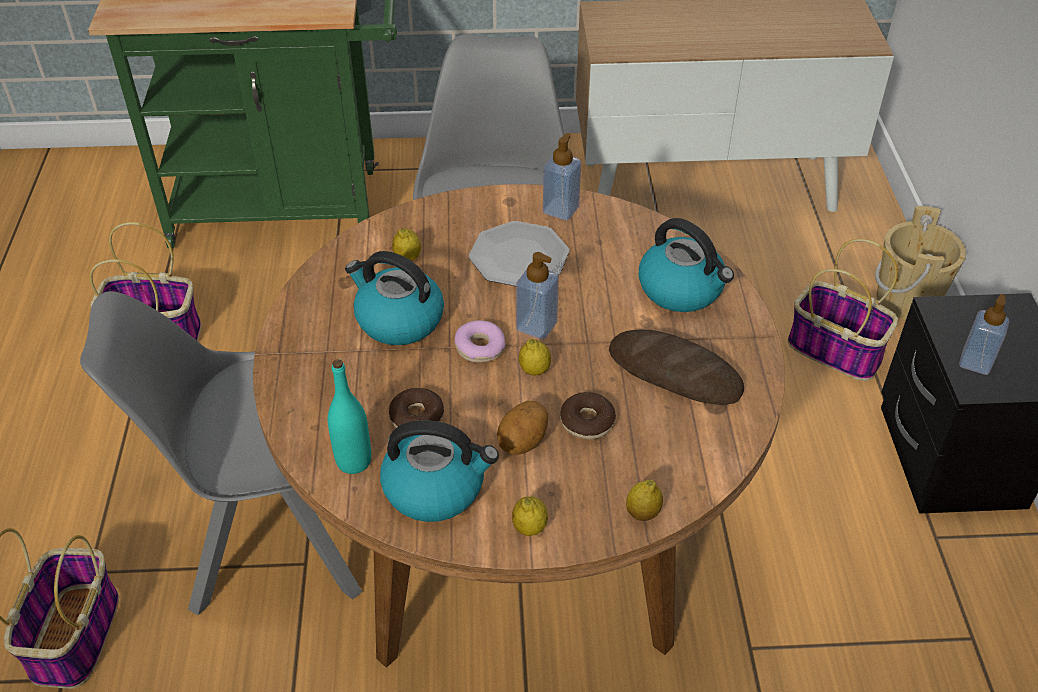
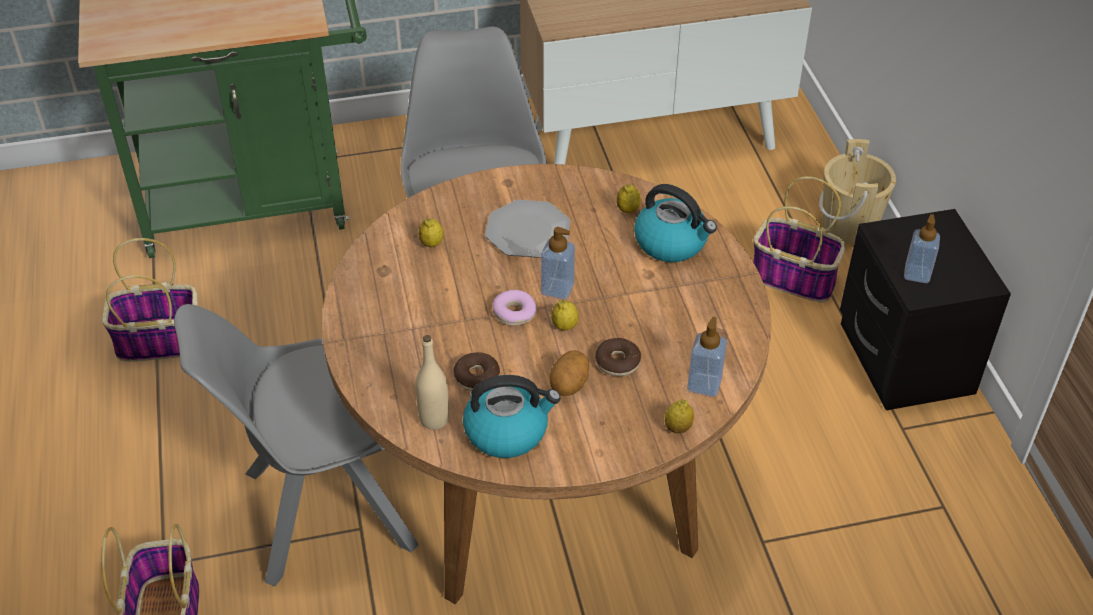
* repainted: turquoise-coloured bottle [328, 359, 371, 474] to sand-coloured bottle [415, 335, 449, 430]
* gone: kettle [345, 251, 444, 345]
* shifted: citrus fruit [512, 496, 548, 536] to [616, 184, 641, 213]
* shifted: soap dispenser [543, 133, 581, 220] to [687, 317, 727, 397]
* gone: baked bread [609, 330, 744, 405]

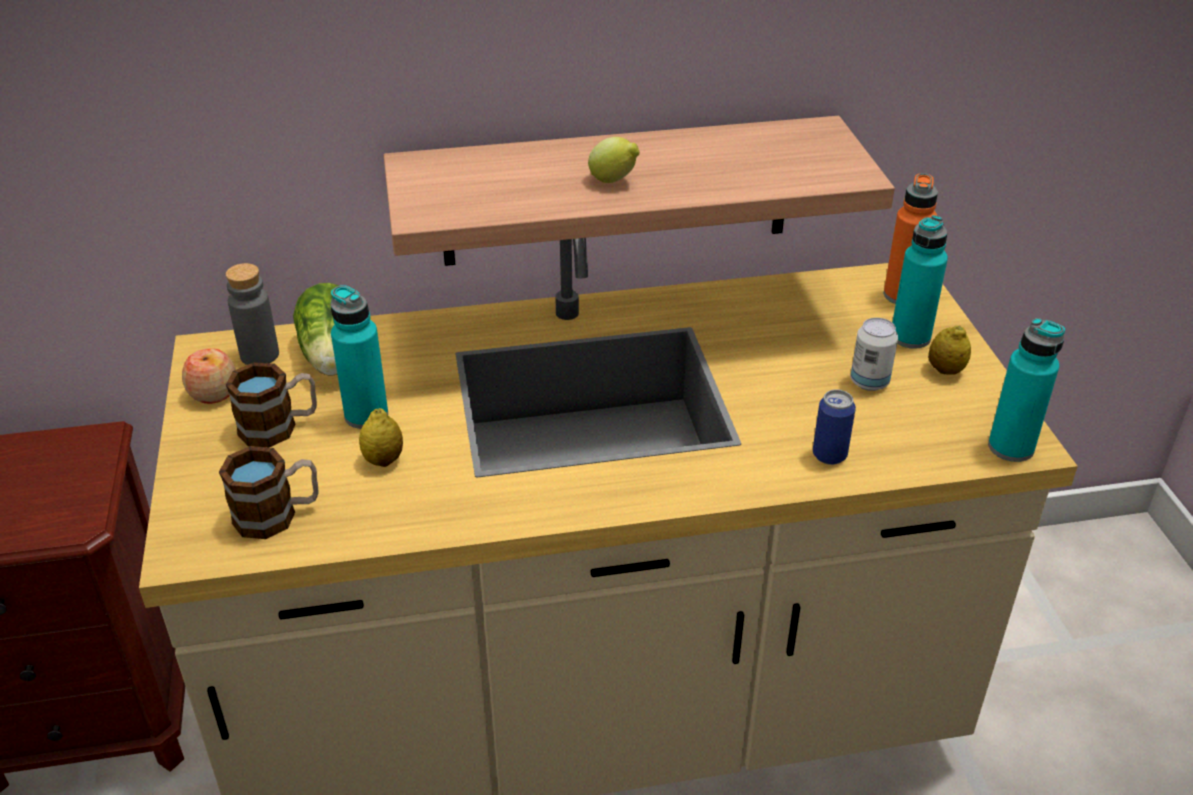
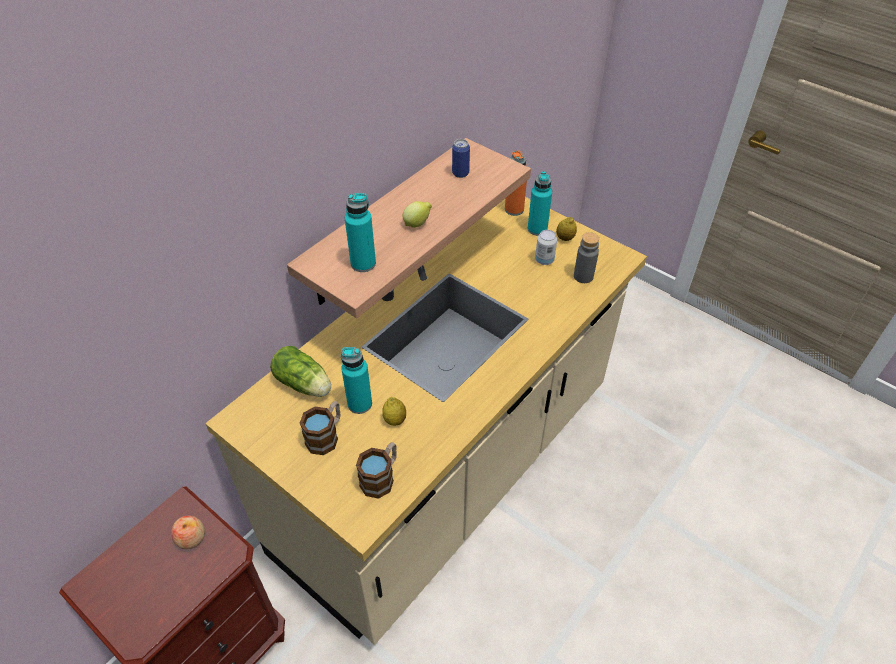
* shifted: apple [182, 348, 236, 404] to [171, 516, 205, 549]
* shifted: greyish bottle [226, 263, 279, 365] to [574, 232, 599, 283]
* shifted: metal can [813, 389, 856, 465] to [452, 139, 470, 178]
* shifted: turquoise-coloured bottle [988, 318, 1065, 462] to [345, 193, 376, 272]

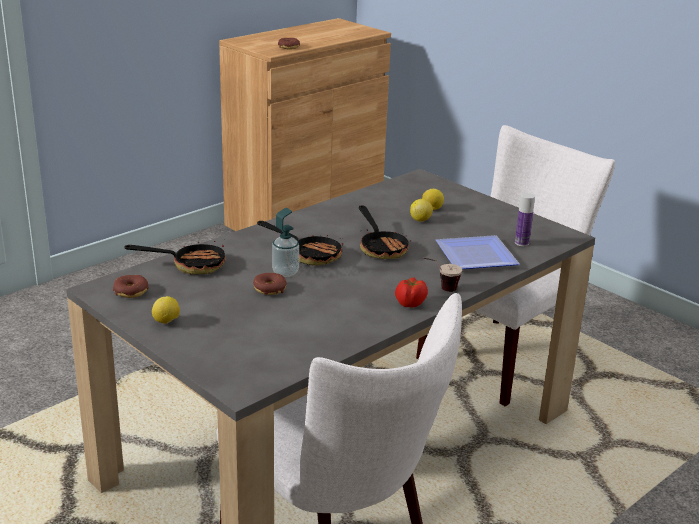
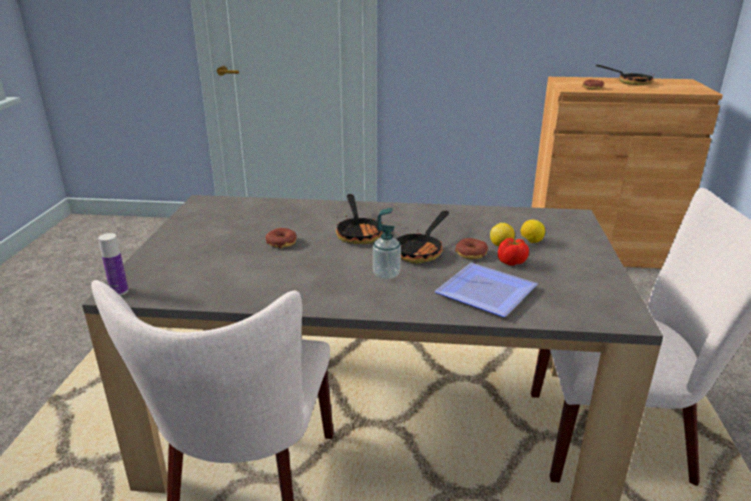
* shifted: donut [113, 275, 149, 298] to [455, 238, 488, 259]
* shifted: skillet [124, 241, 226, 275] to [596, 65, 654, 85]
* gone: citrus fruit [152, 296, 180, 324]
* shifted: soap dispenser [272, 208, 299, 277] to [373, 208, 401, 279]
* shifted: whole tomato [395, 278, 428, 308] to [498, 238, 529, 266]
* gone: drinking cup [423, 257, 462, 292]
* shifted: bottle [515, 193, 535, 246] to [98, 233, 128, 295]

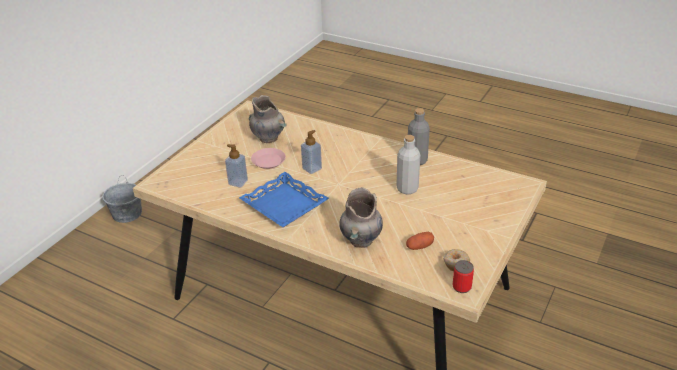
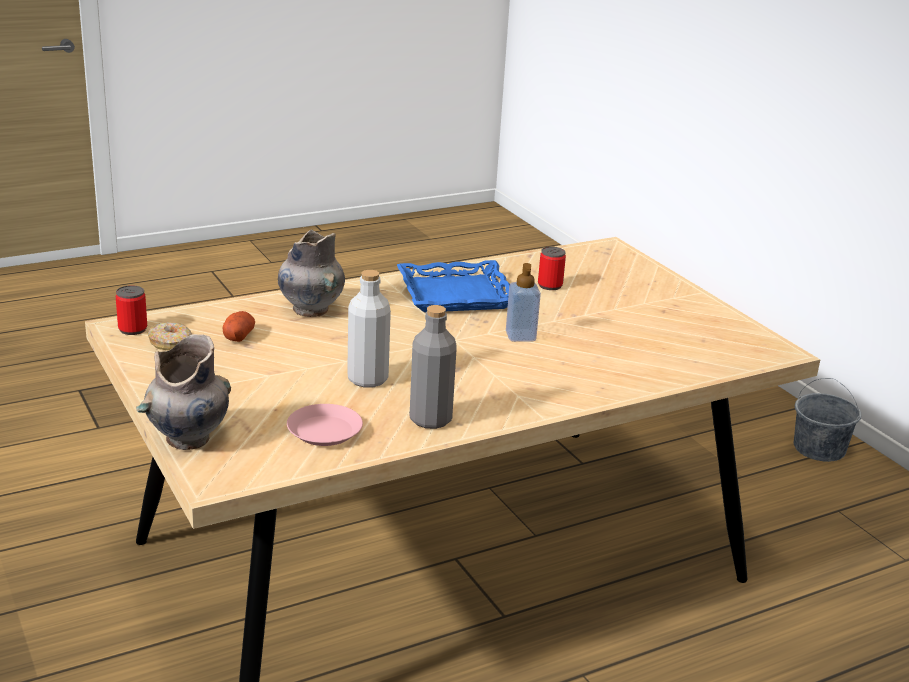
* swapped: soap dispenser [225, 144, 248, 187] to metal can [538, 247, 566, 290]
* shifted: greyish vase [249, 95, 287, 143] to [136, 334, 231, 450]
* shifted: pinkish flat dish [251, 148, 286, 169] to [287, 404, 363, 446]

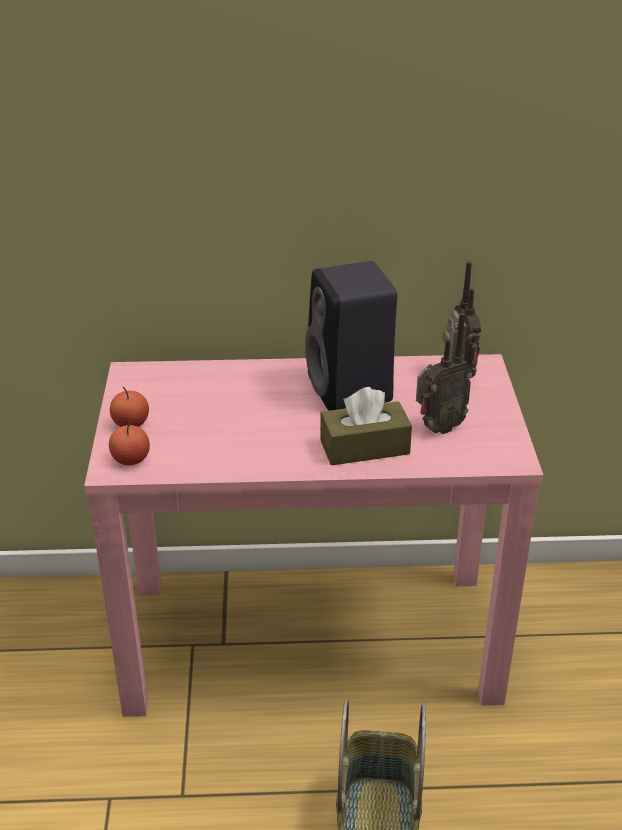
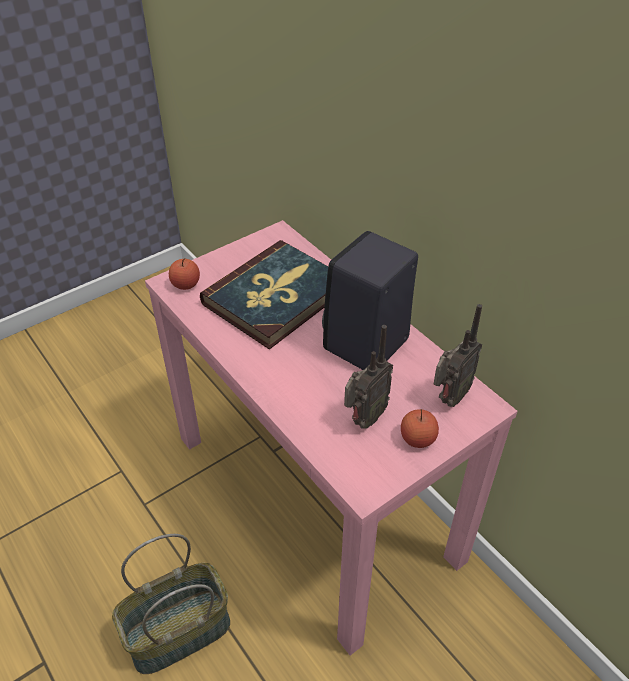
* shifted: apple [110, 387, 149, 427] to [401, 409, 439, 448]
* gone: brownish tissue holder [320, 387, 412, 466]
* rotated: radio set [416, 313, 472, 434] = [344, 325, 393, 429] 75 degrees counterclockwise
* new: volume [200, 240, 328, 349]

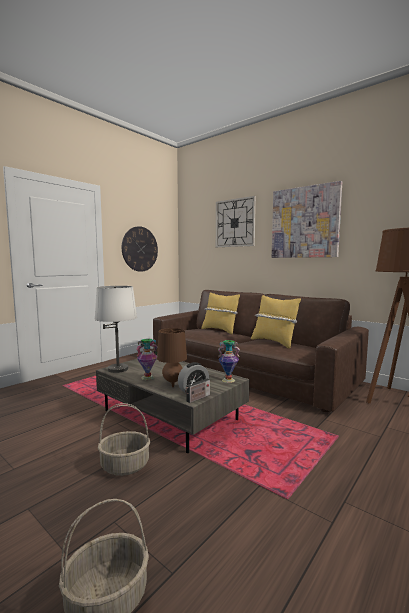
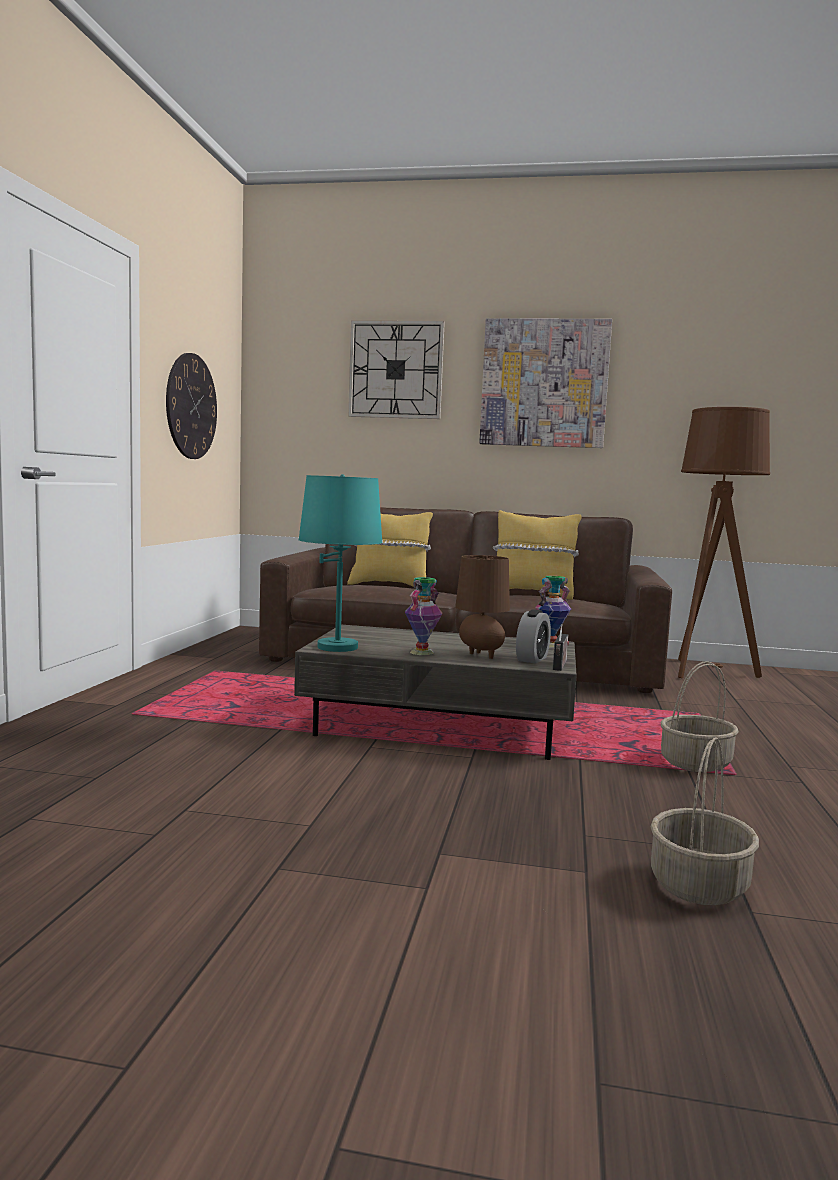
* repainted: whitish table lamp [95, 286, 137, 373] to turquoise-coloured table lamp [299, 474, 383, 652]
* shifted: storage basket [98, 403, 150, 476] to [661, 661, 739, 772]

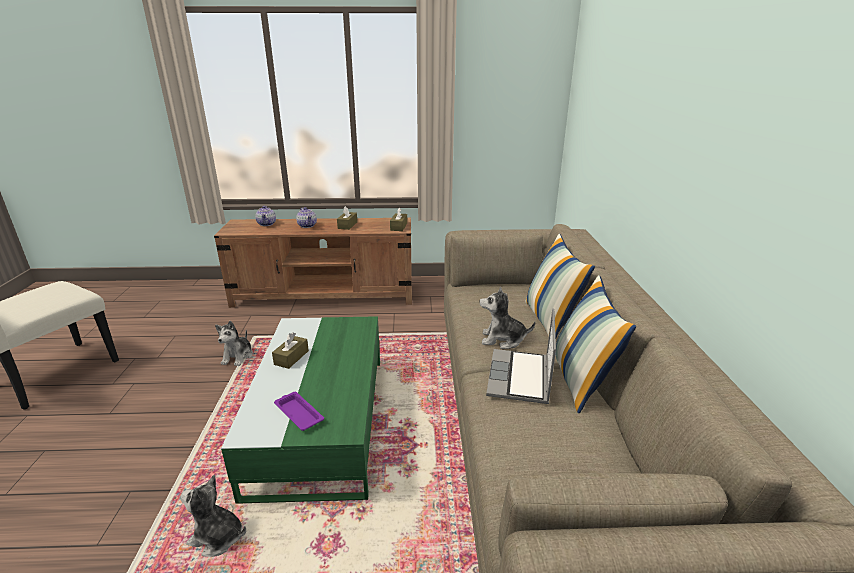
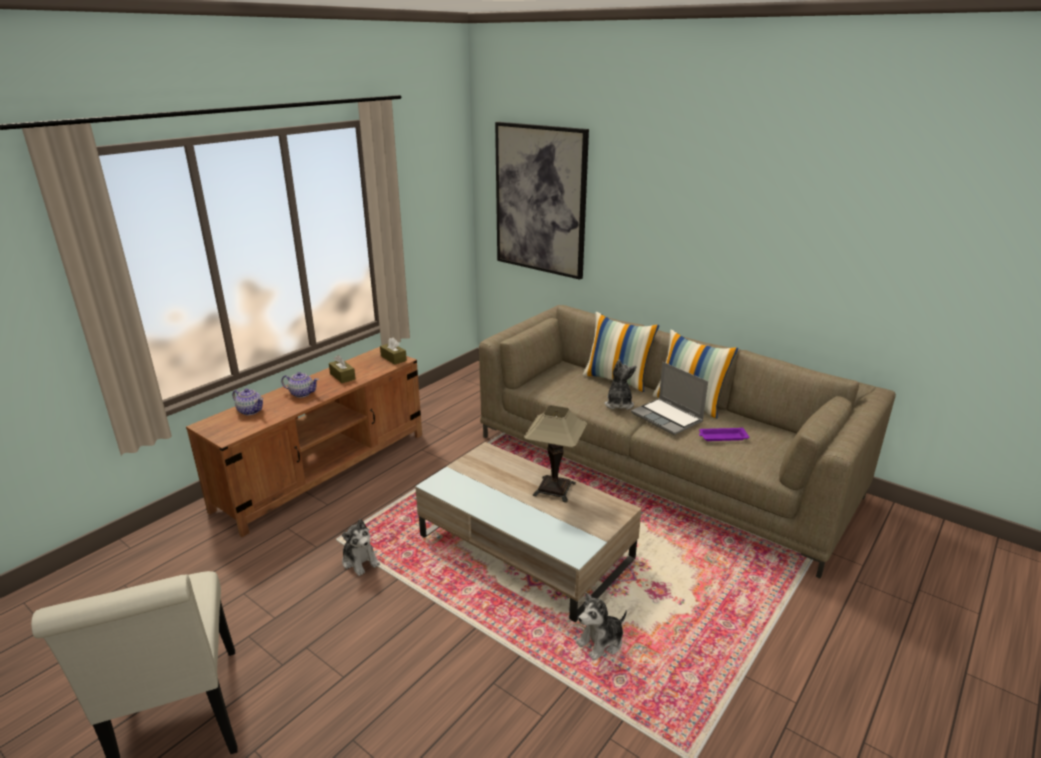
* repainted: greenish low table [221, 316, 380, 504] to sand-coloured low table [415, 442, 642, 622]
* gone: brownish tissue holder [272, 332, 309, 369]
* shifted: purple tray [274, 392, 324, 431] to [699, 427, 749, 441]
* rotated: soft toy [479, 287, 535, 349] = [604, 360, 637, 410] 135 degrees clockwise
* new: wall picture [495, 122, 589, 280]
* new: table lamp [524, 405, 587, 503]

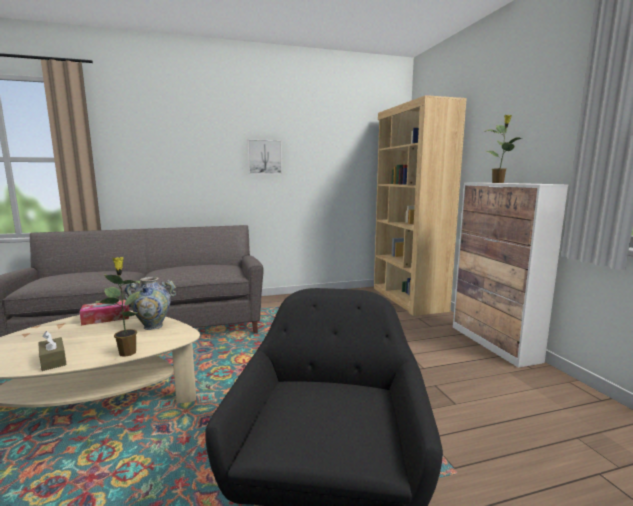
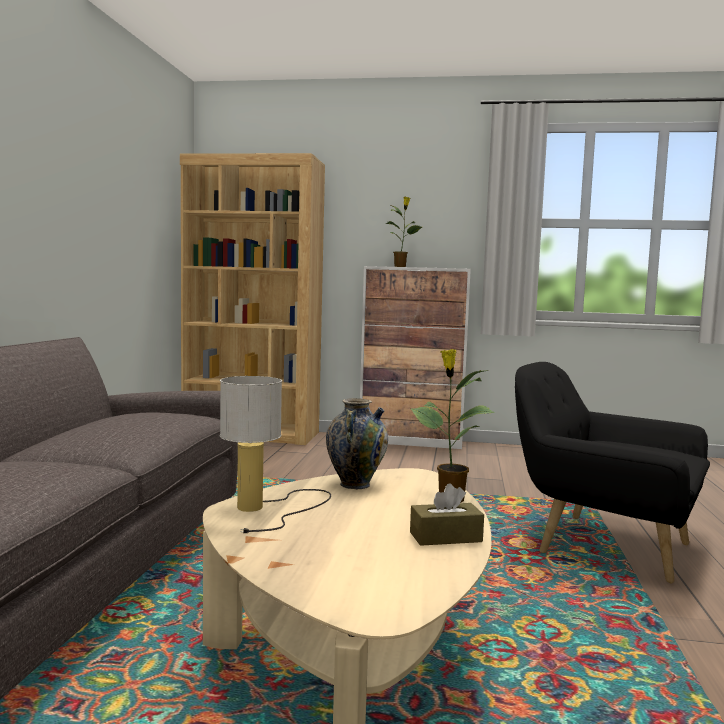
* swapped: tissue holder [80, 300, 129, 325] to table lamp [220, 376, 331, 533]
* gone: wall picture [247, 139, 282, 174]

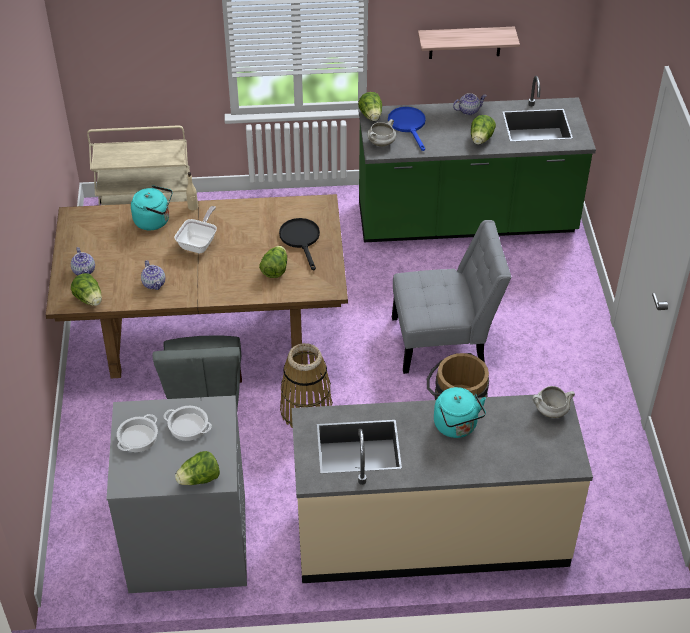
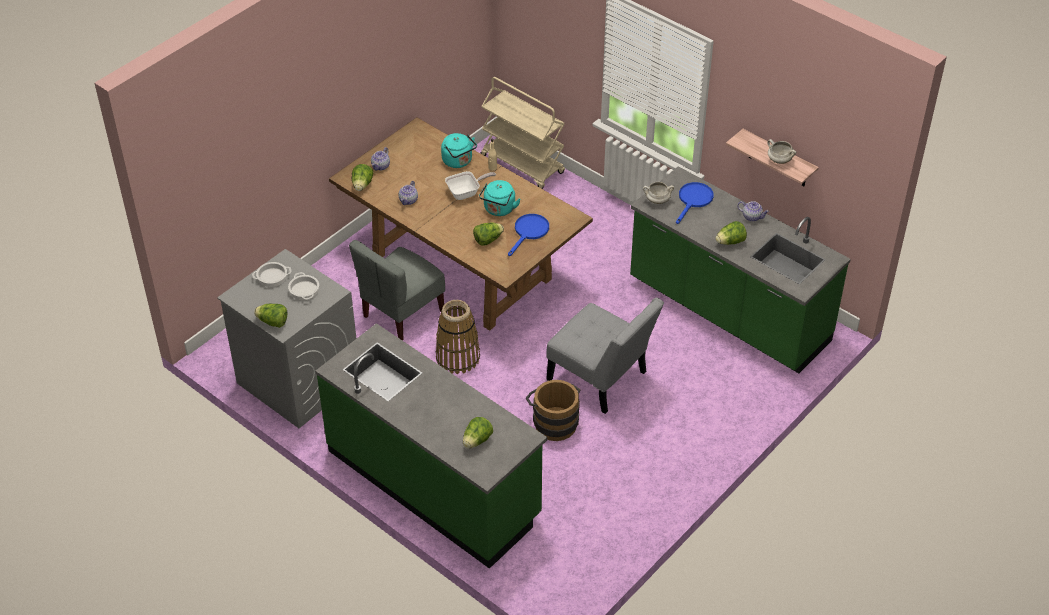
* repainted: black-coloured skillet [279, 218, 320, 271] to blue-coloured skillet [508, 214, 549, 256]
* repainted: sand-coloured counter [292, 394, 593, 583] to greenish counter [315, 323, 547, 569]
* shifted: head of lettuce [358, 92, 382, 121] to [463, 417, 493, 448]
* shifted: turquoise-coloured kettle [434, 387, 486, 438] to [479, 180, 521, 216]
* shifted: whitish stockpot [532, 386, 575, 418] to [767, 139, 796, 164]

